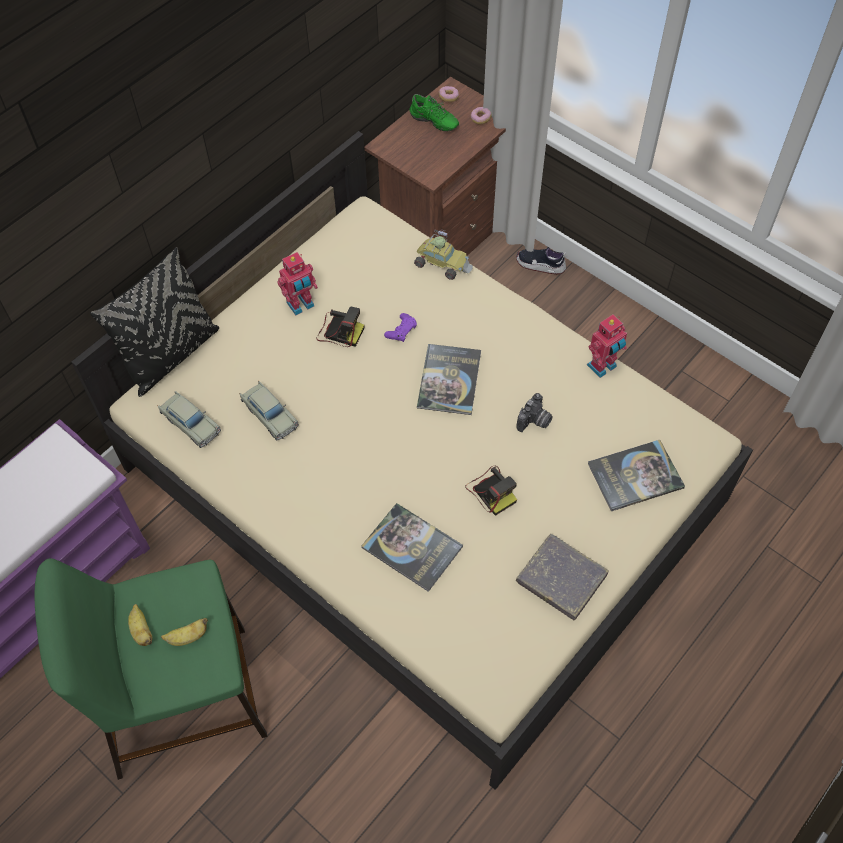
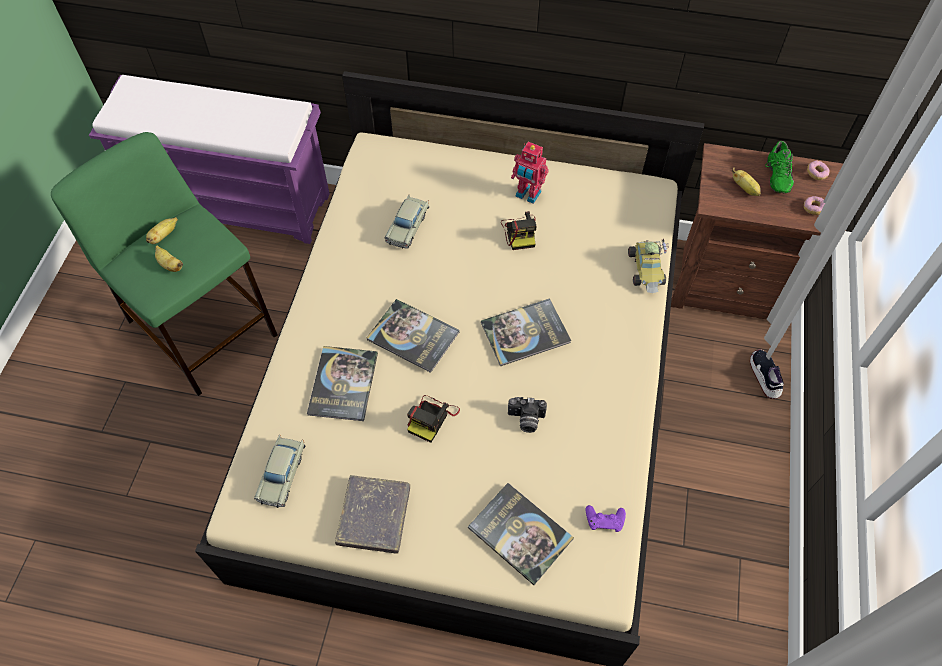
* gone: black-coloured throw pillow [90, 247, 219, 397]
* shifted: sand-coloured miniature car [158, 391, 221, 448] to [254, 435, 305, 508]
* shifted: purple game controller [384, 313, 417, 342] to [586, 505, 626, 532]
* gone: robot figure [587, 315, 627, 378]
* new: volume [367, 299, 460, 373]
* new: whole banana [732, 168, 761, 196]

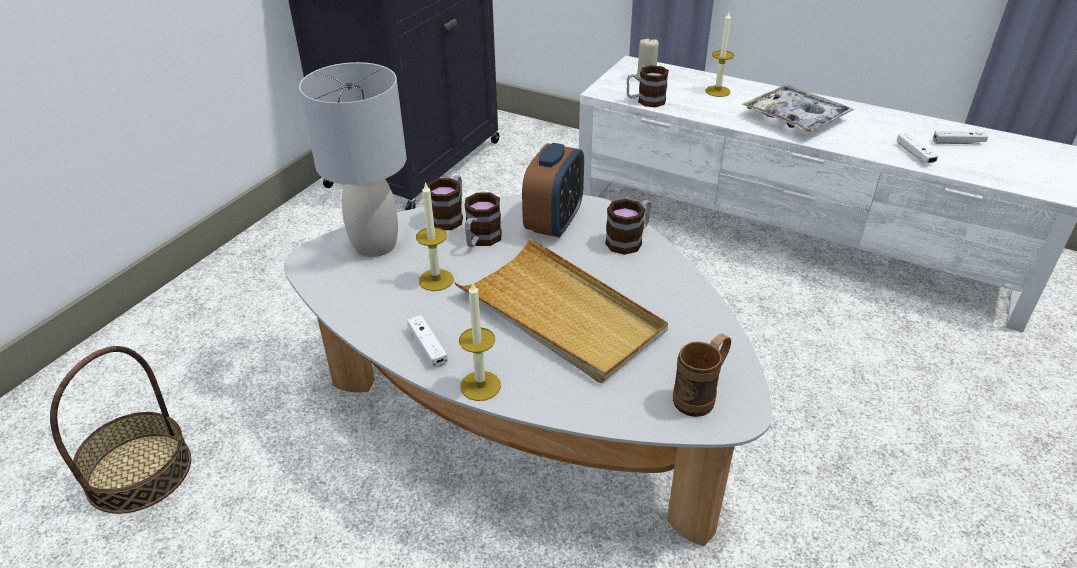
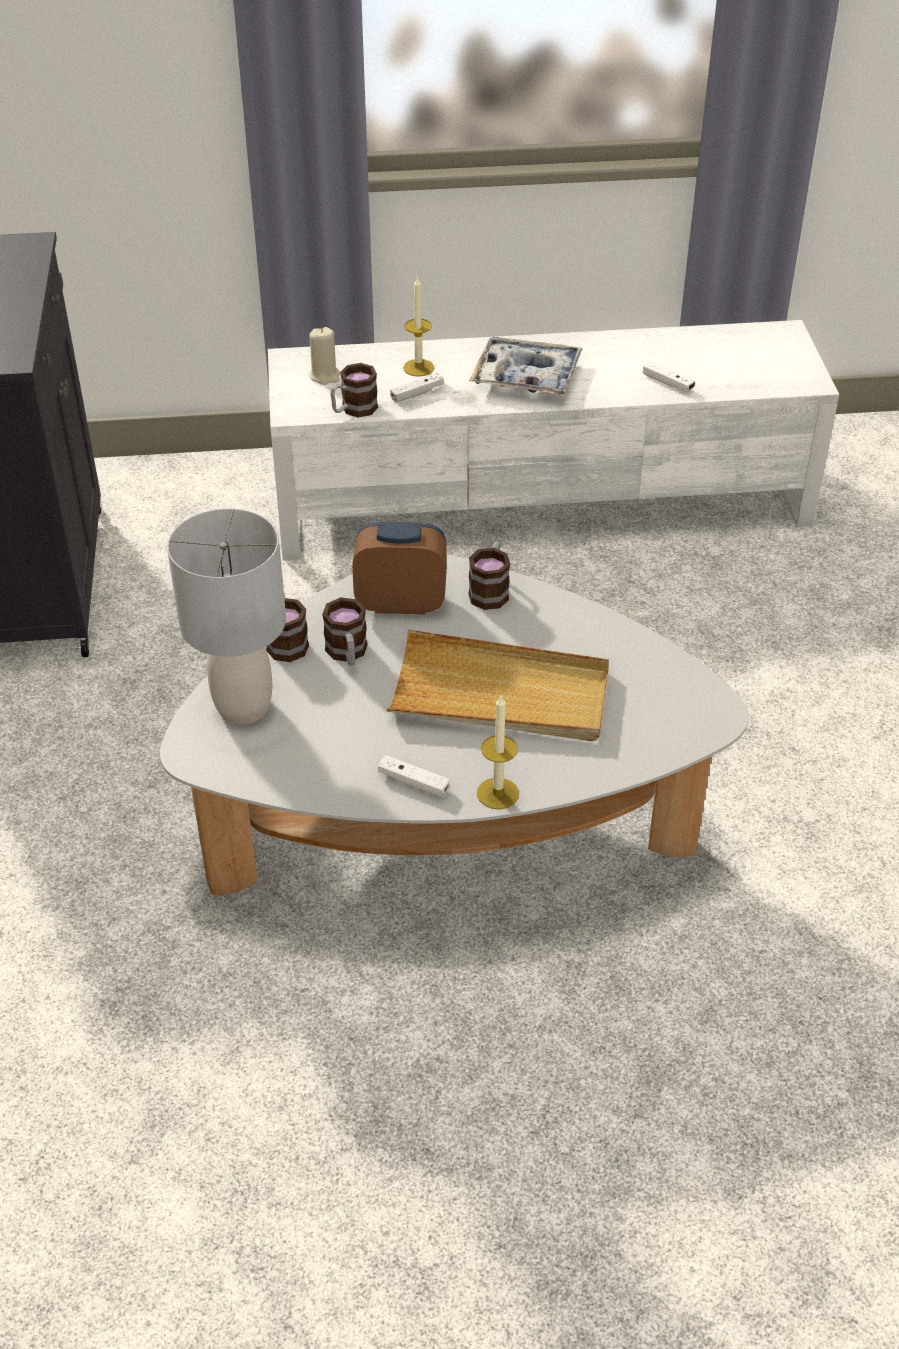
* gone: storage basket [50, 346, 191, 514]
* gone: wax light [416, 182, 454, 291]
* rotated: bedside clock [522, 143, 584, 238] = [352, 522, 447, 614] 75 degrees counterclockwise
* gone: brownish coffee mug [673, 334, 731, 417]
* shifted: whitish game controller [933, 131, 988, 144] to [390, 373, 444, 403]

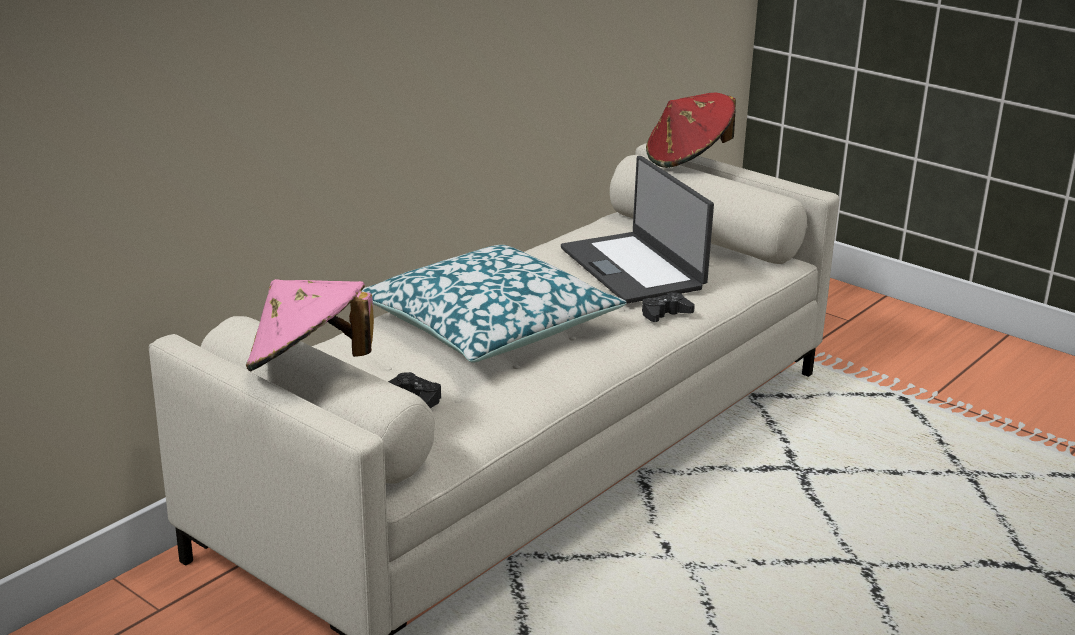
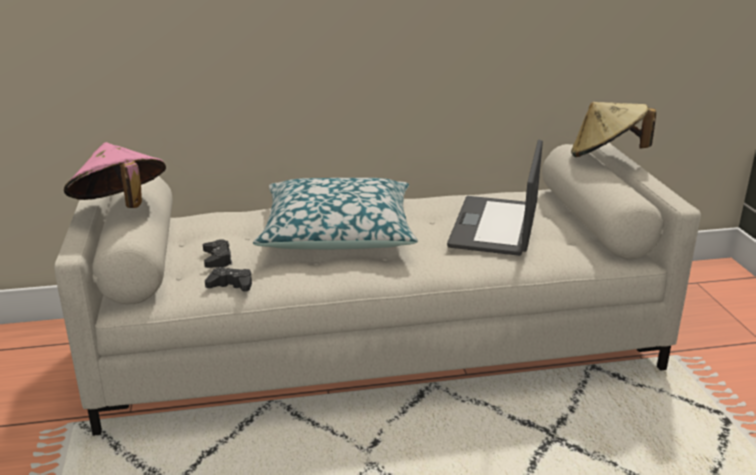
* shifted: black-coloured game controller [642, 292, 695, 322] to [205, 267, 252, 292]
* repainted: reddish hat [646, 93, 736, 168] to sand-coloured hat [571, 102, 656, 157]

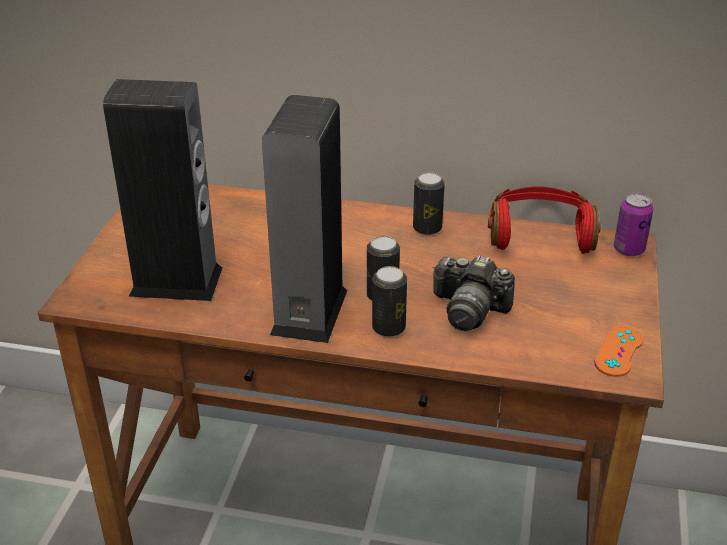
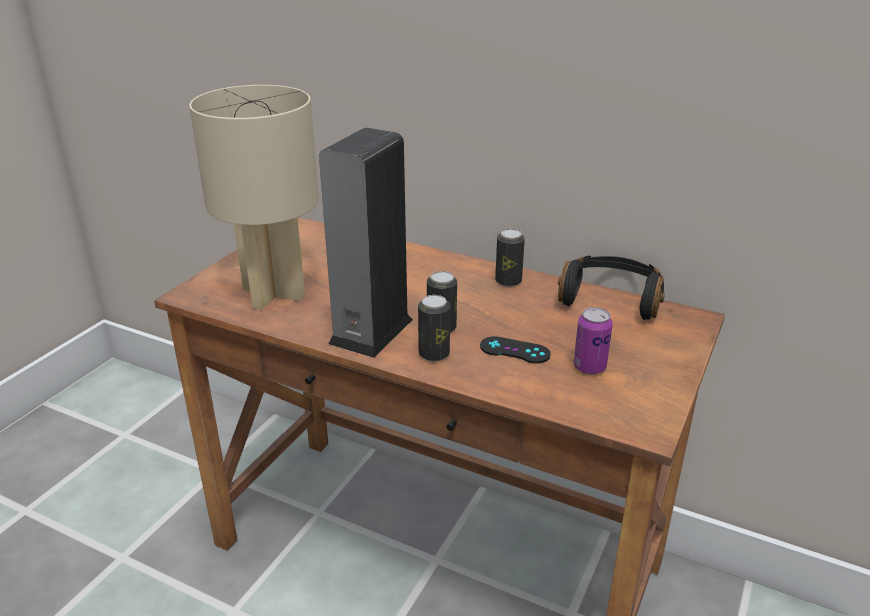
* swapped: audio speaker [103, 79, 223, 301] to sand-coloured table lamp [189, 85, 319, 310]
* swapped: still camera [433, 255, 515, 331] to black-coloured game controller [480, 336, 551, 363]
* repainted: reddish headphones [488, 186, 600, 254] to black-coloured headphones [558, 255, 665, 320]
* gone: orangey game controller [594, 326, 644, 377]
* shifted: metal can [614, 193, 654, 256] to [574, 307, 613, 375]

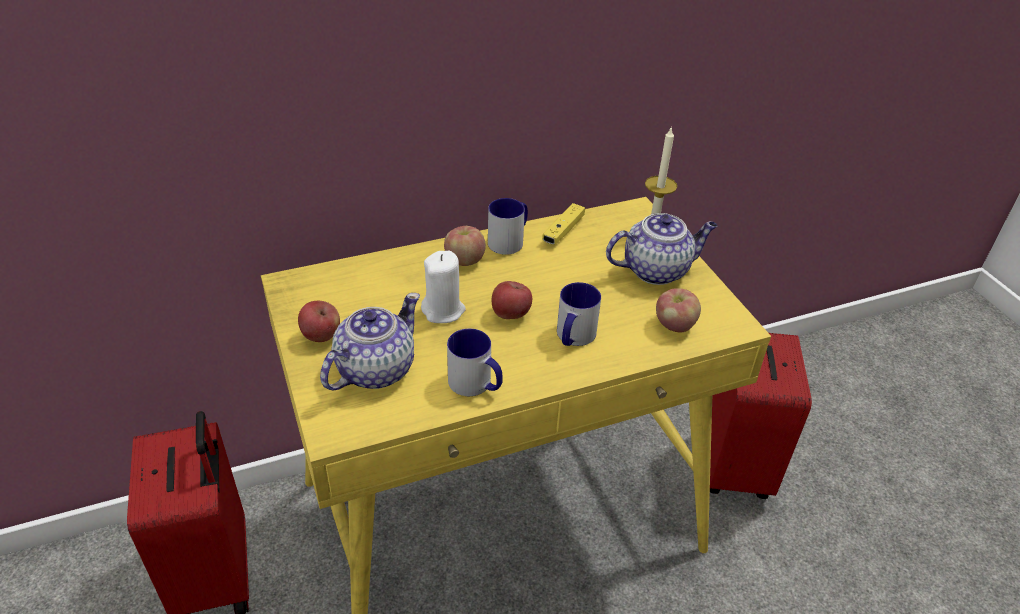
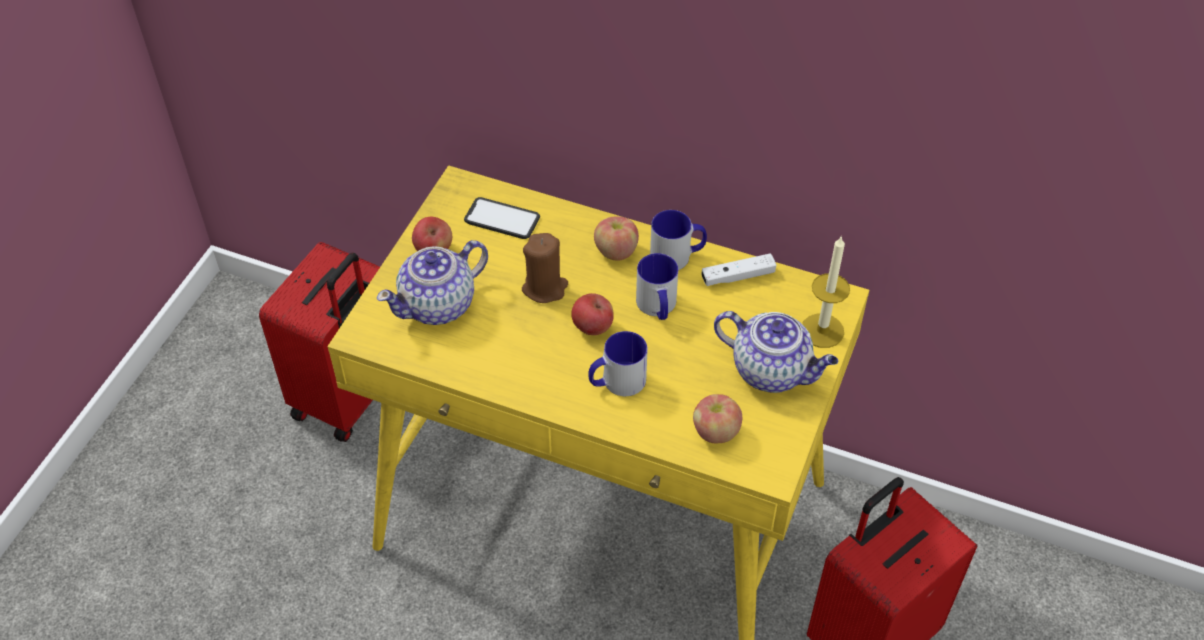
* rotated: tea pot [320, 293, 420, 390] = [377, 240, 488, 325] 150 degrees clockwise
* repainted: whitish wax light [421, 251, 466, 323] to brownish wax light [522, 233, 568, 303]
* shifted: coffee mug [447, 329, 503, 396] to [636, 253, 678, 320]
* repainted: yellowish game controller [542, 203, 585, 245] to whitish game controller [701, 253, 776, 286]
* new: handset [464, 197, 540, 239]

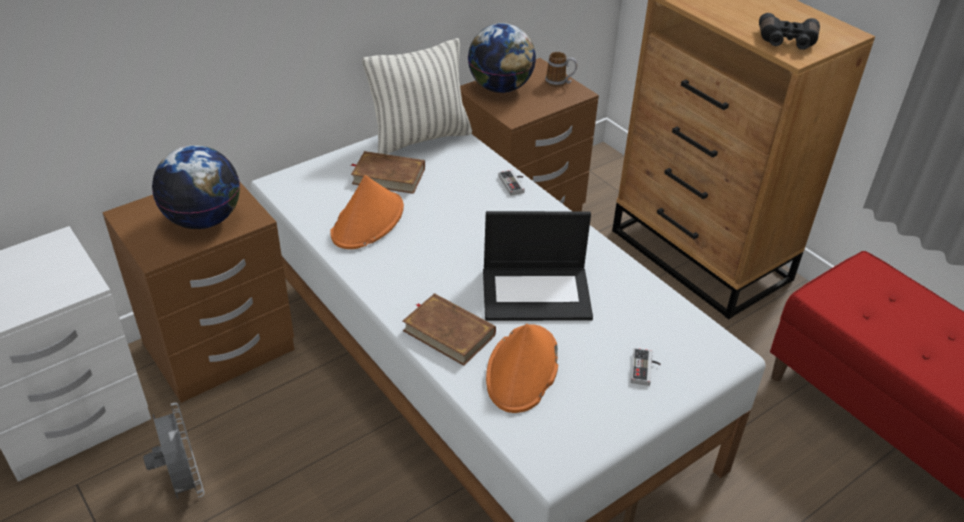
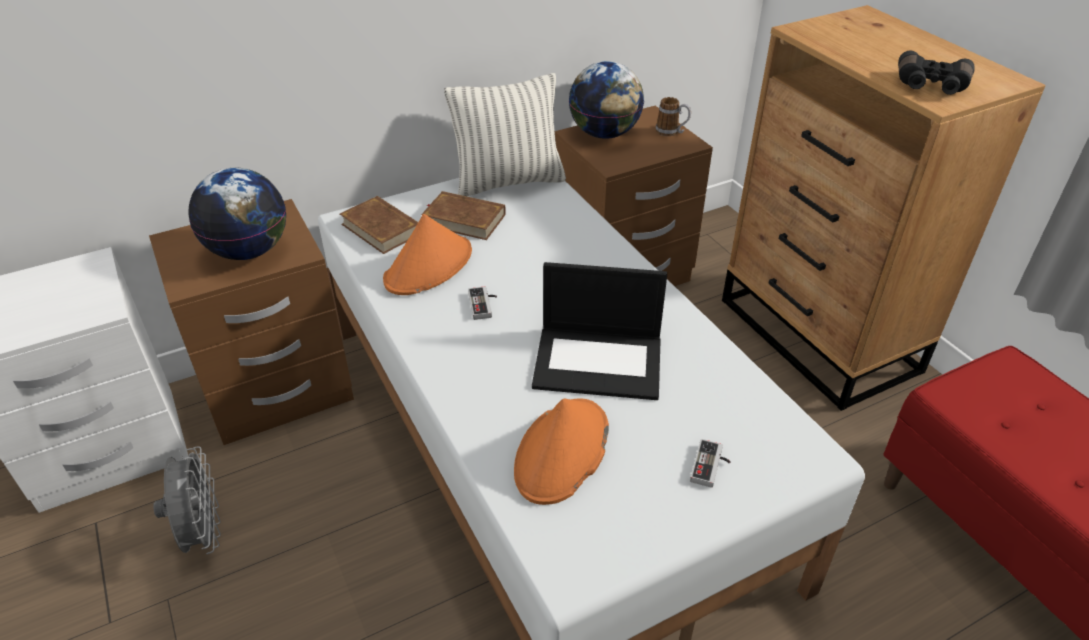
* shifted: brownish volume [403, 293, 496, 366] to [340, 196, 418, 254]
* shifted: game controller [499, 170, 525, 196] to [468, 286, 497, 320]

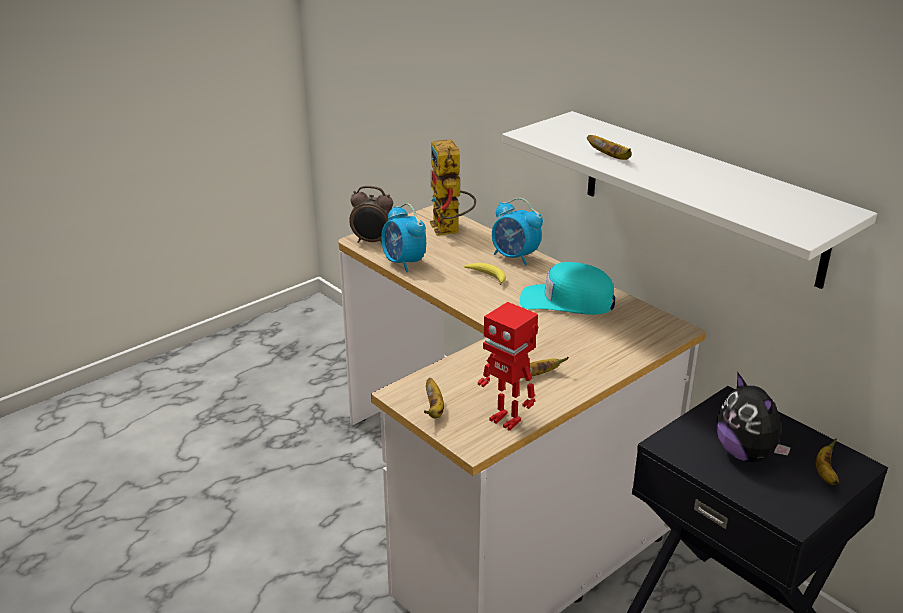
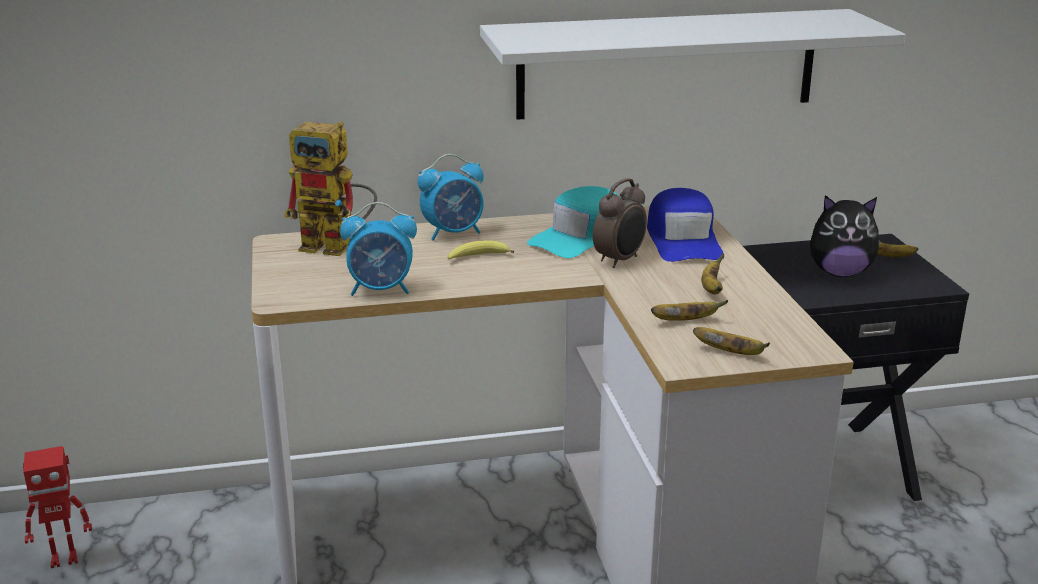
* shifted: bedside clock [349, 186, 393, 243] to [593, 178, 647, 268]
* shifted: robot figure [478, 302, 538, 431] to [23, 446, 92, 568]
* shifted: whole banana [587, 135, 632, 160] to [651, 300, 728, 321]
* new: blue-coloured cap [647, 188, 724, 262]

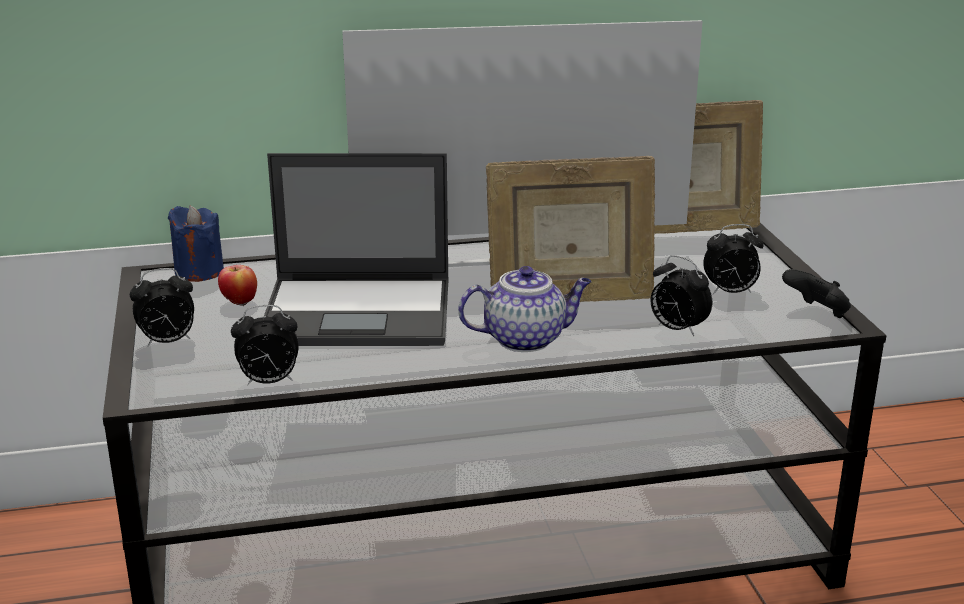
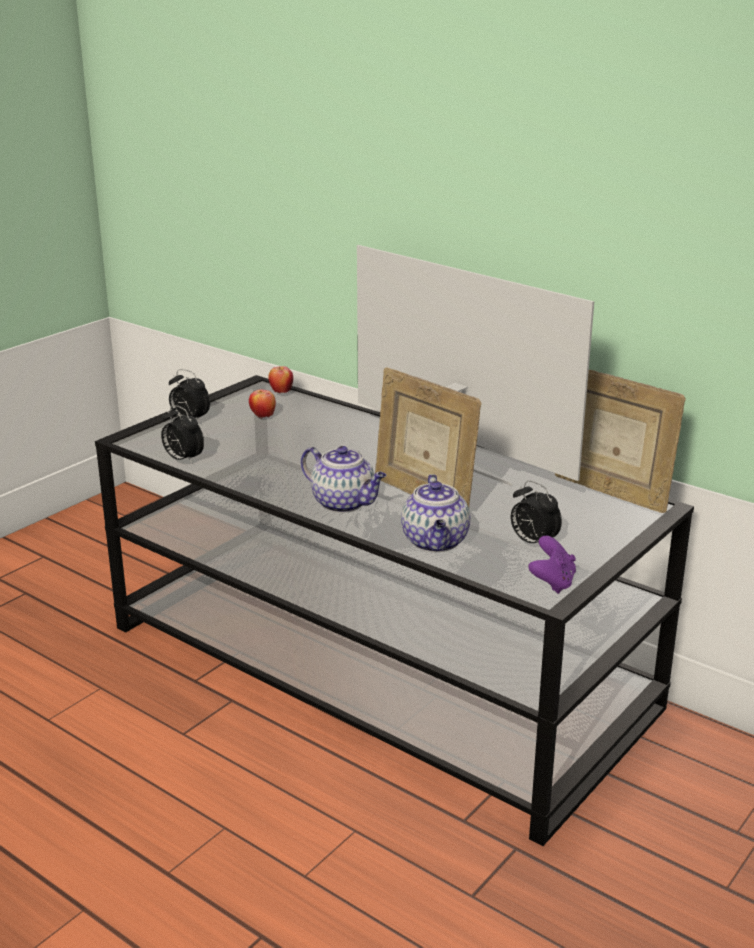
* swapped: blue-coloured wax light [168, 206, 224, 282] to apple [268, 366, 293, 394]
* gone: portable computer [264, 153, 449, 346]
* swapped: bedside clock [651, 255, 712, 336] to tea pot [401, 474, 470, 552]
* repainted: black-coloured game controller [782, 269, 851, 318] to purple game controller [528, 536, 576, 594]

